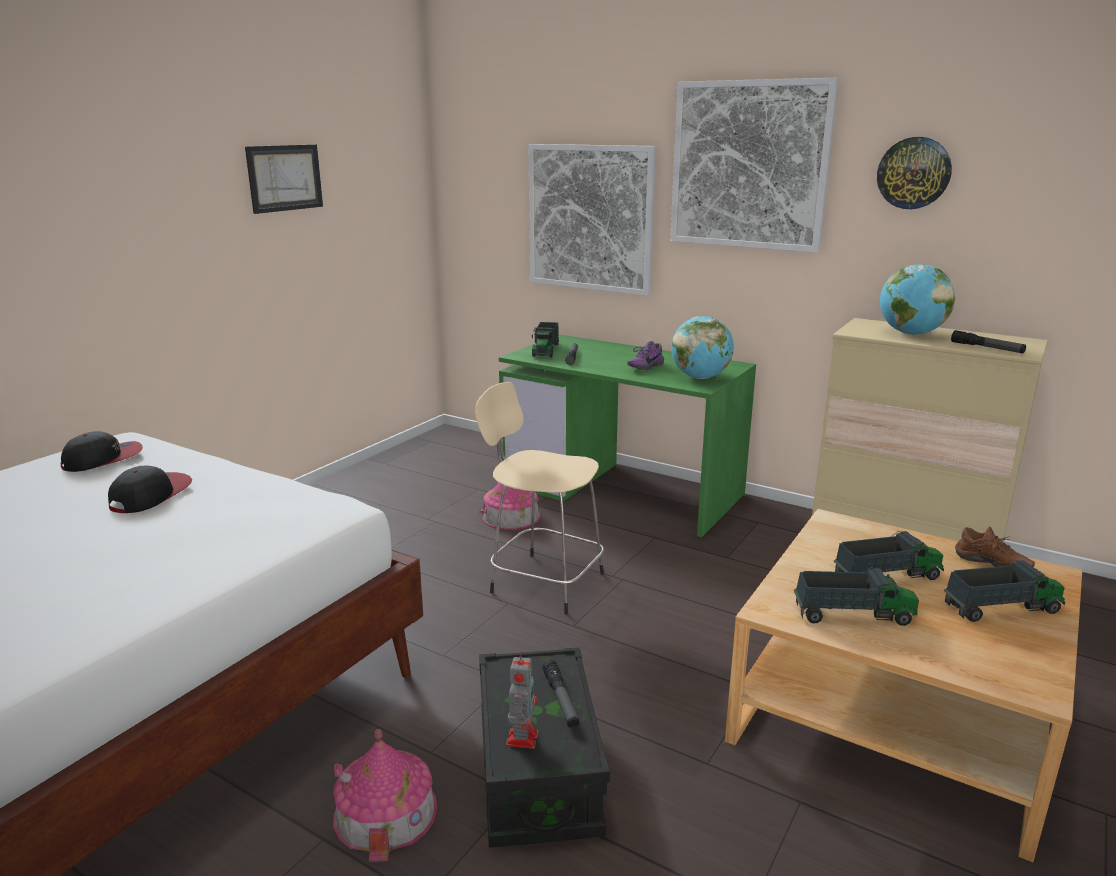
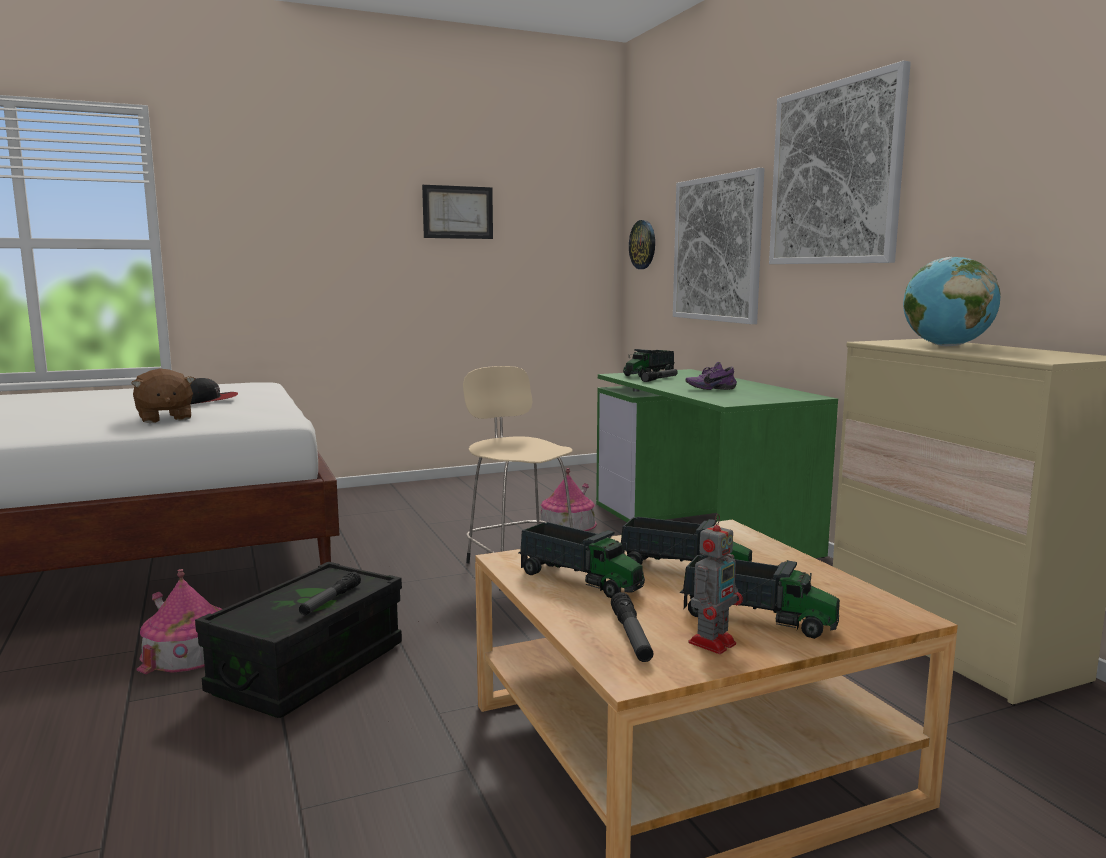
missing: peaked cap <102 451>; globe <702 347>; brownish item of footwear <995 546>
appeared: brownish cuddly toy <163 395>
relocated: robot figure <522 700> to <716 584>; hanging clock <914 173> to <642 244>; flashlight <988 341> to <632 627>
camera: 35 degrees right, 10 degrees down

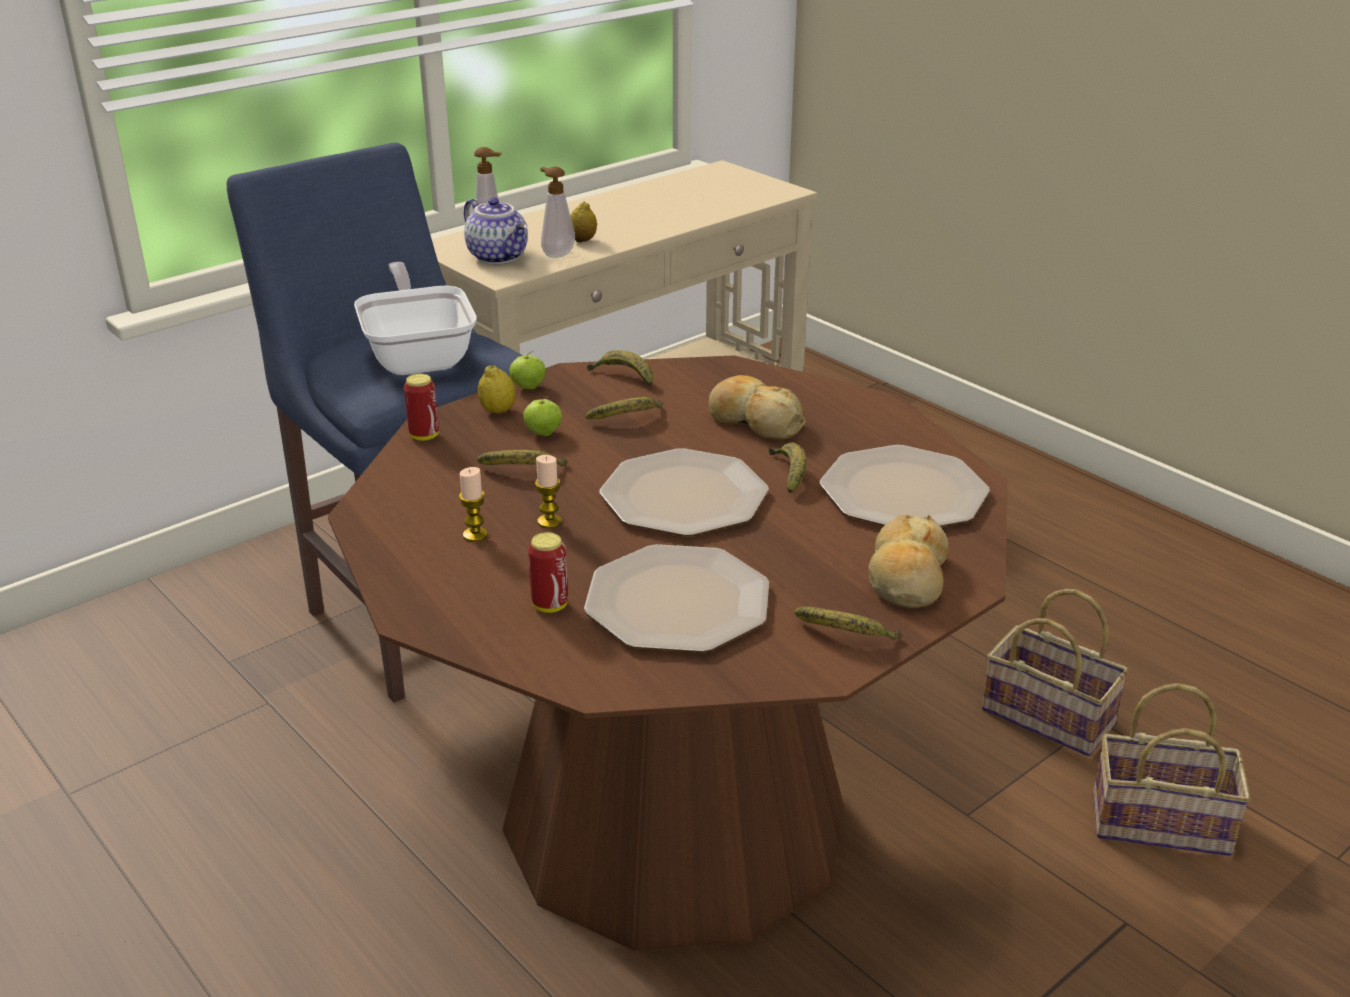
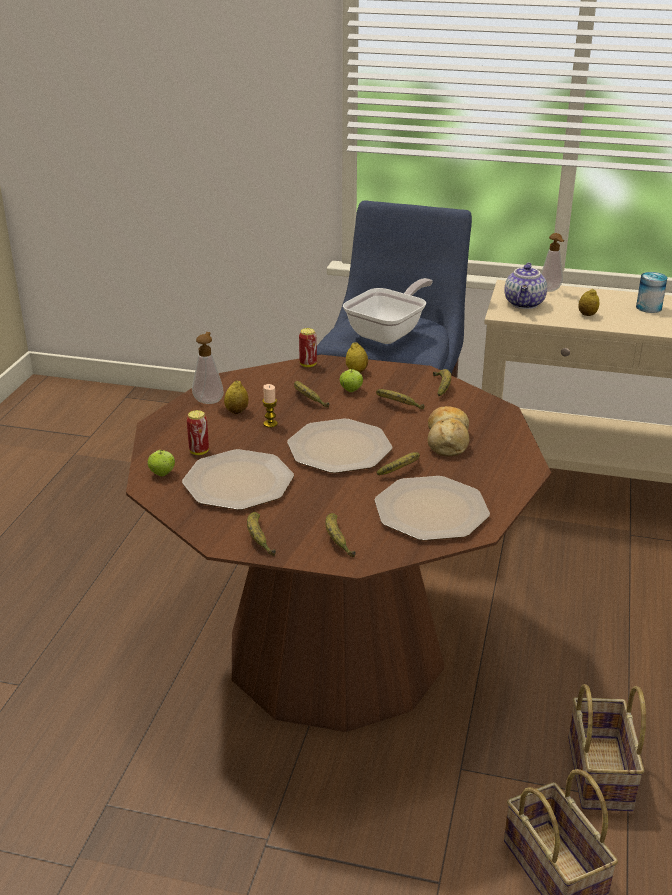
appeared: can <651 292>
relocated: whole apple <527 370> to <161 463>; soap dispenser <557 212> to <208 368>
exchanged: wax light <473 504> to lemon <236 397>; baked bread <908 561> to banana fruit <340 535>
camera: 55 degrees right, 0 degrees up

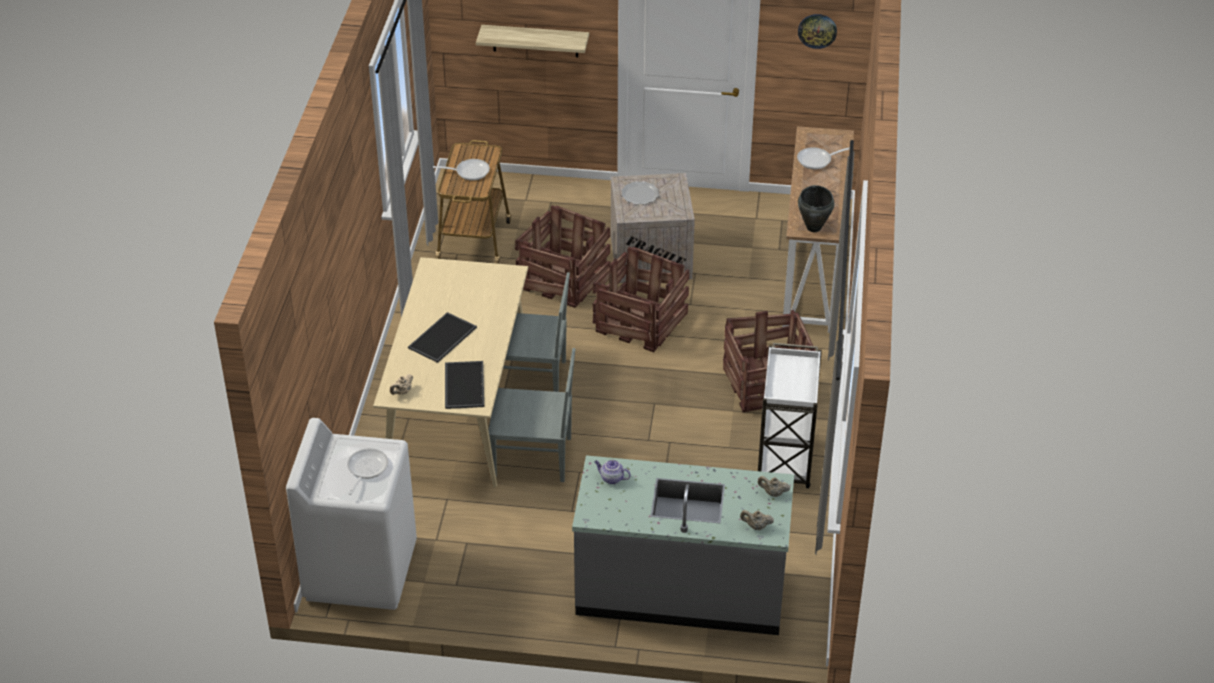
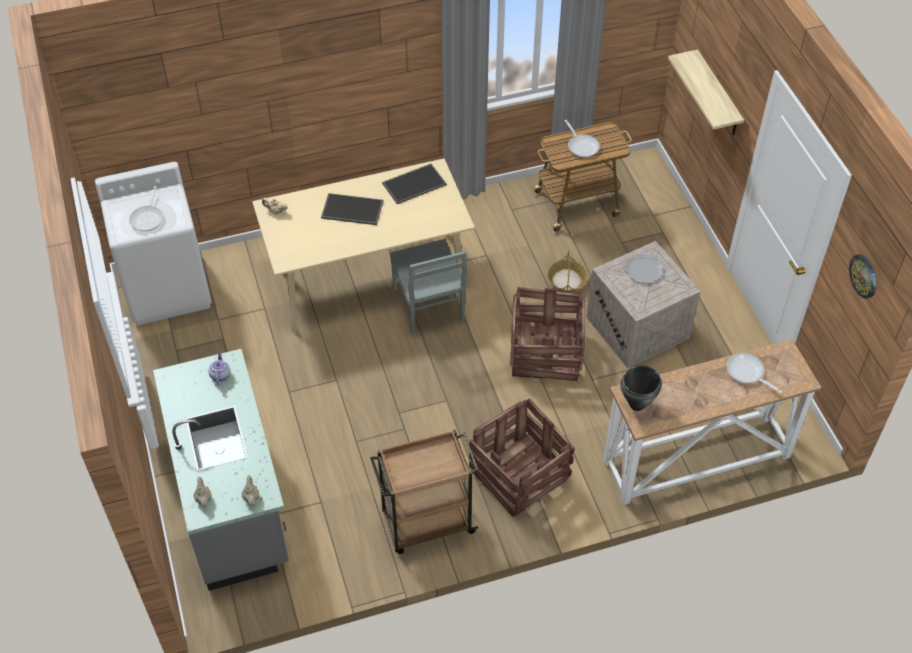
missing: gray upright chair <531 415>
relocated: carrying tray <464 385> to <414 184>
exchanged: packing crate <562 256> to basket <567 271>
colour: whitish wheeled cart <790 415> to brownish wheeled cart <424 492>
spun: pan <367 471> = <146 208> 105 degrees clockwise
camera: 65 degrees right, 10 degrees up

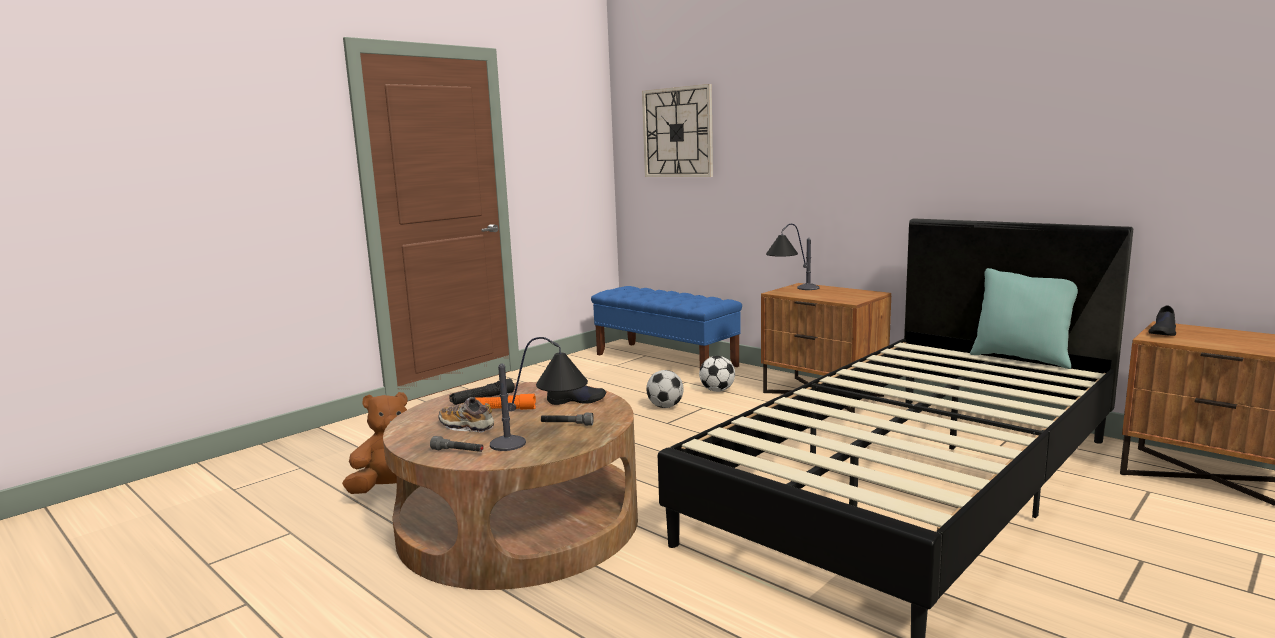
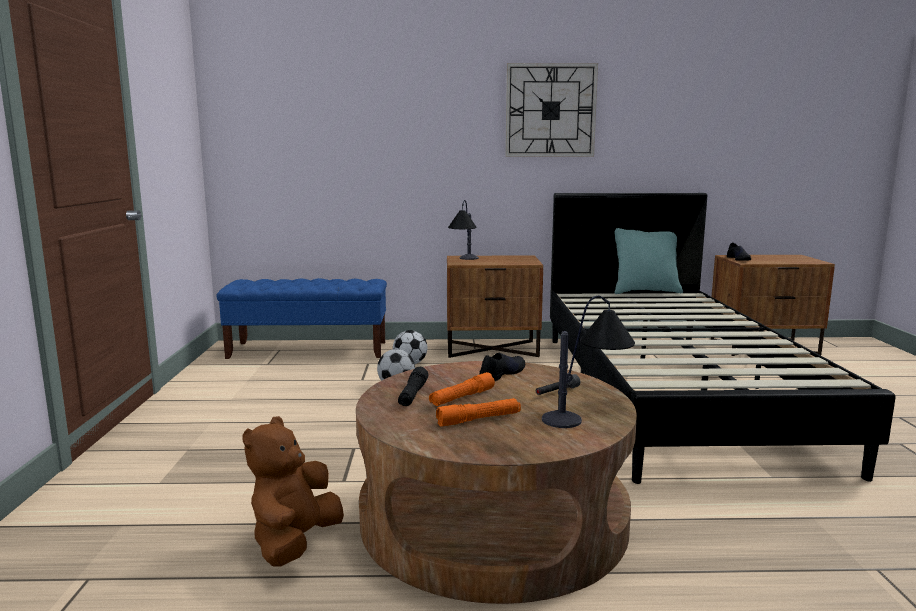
missing: gray flashlight <457 444>
relocated: hanging clock <677 130> to <551 110>
exchanged: item of footwear <466 415> to orange flashlight <478 412>
camera: 45 degrees left, 0 degrees up

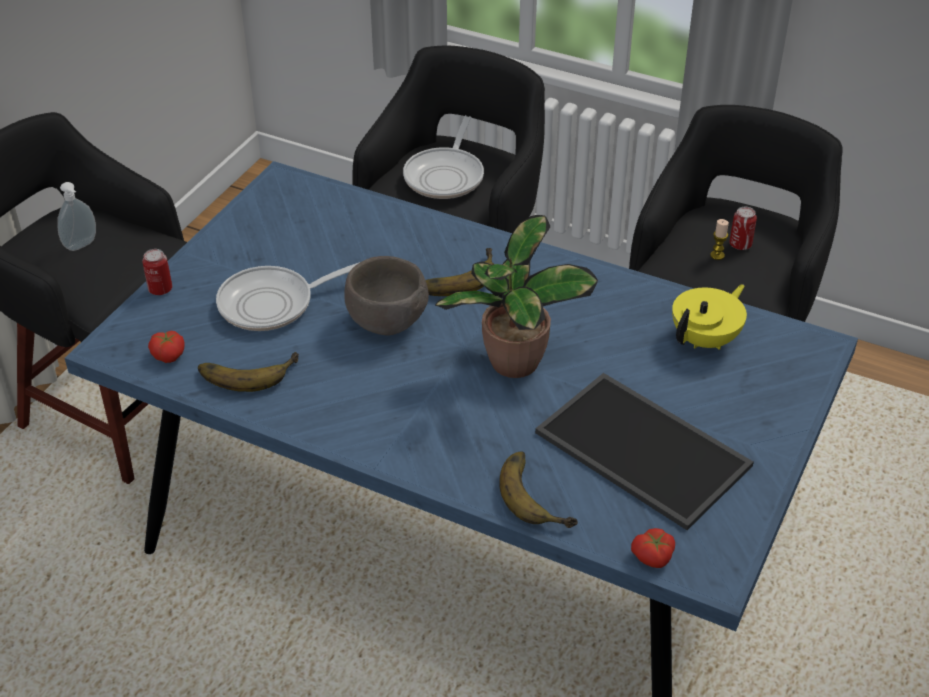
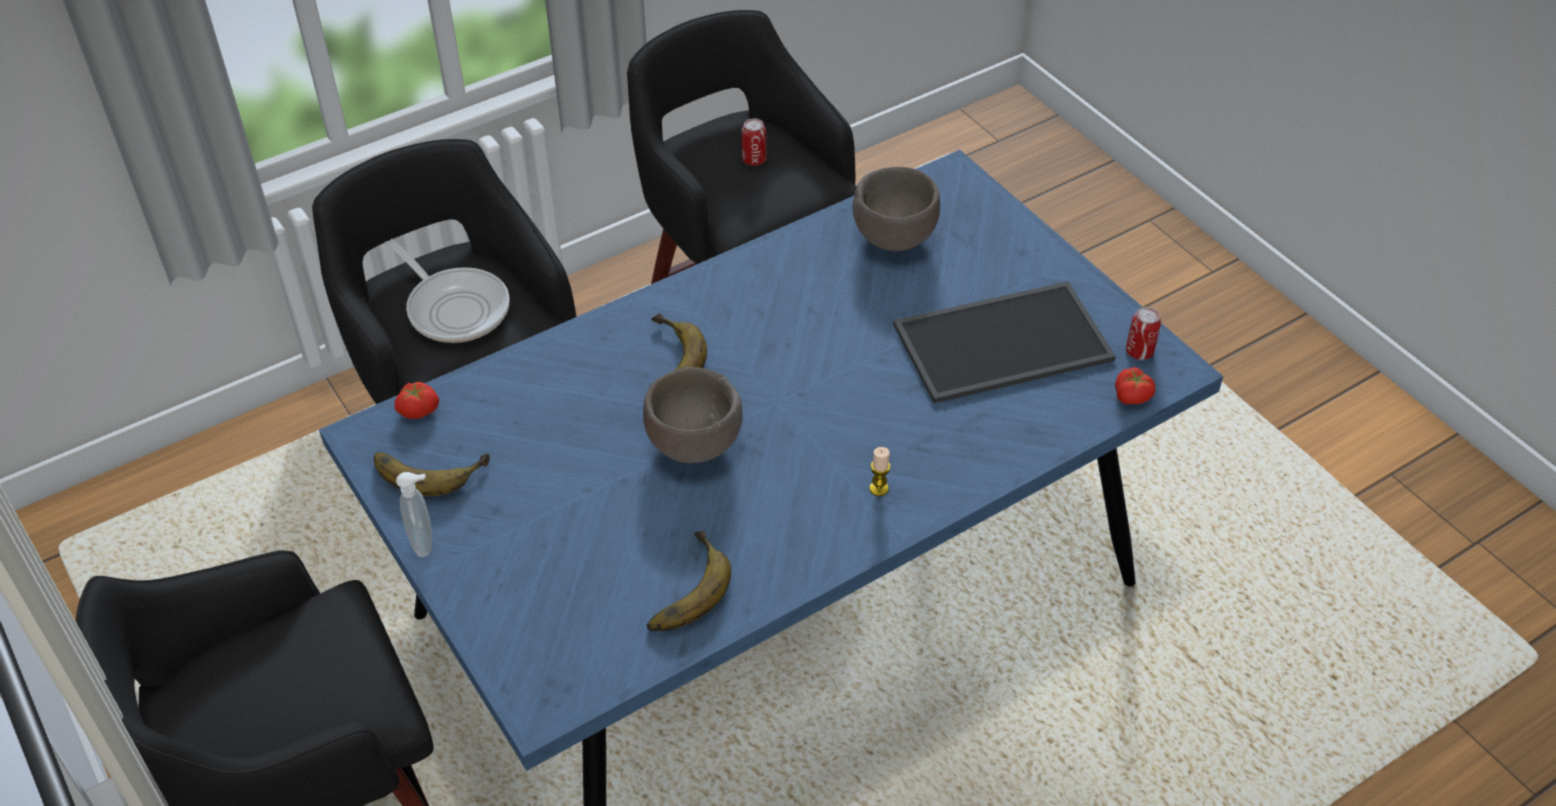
missing: pan <288 296>; plant in a pot <516 296>
relocated: soap dispenser <76 216> to <414 514>; can <157 272> to <1143 333>; tomato <166 347> to <416 400>; banana fruit <538 490> to <432 474>; wax light <719 239> to <880 471>
exchanged: yellow-coloured tea pot <709 317> to brownish serving bowl <896 209>
camera: 60 degrees left, 5 degrees up

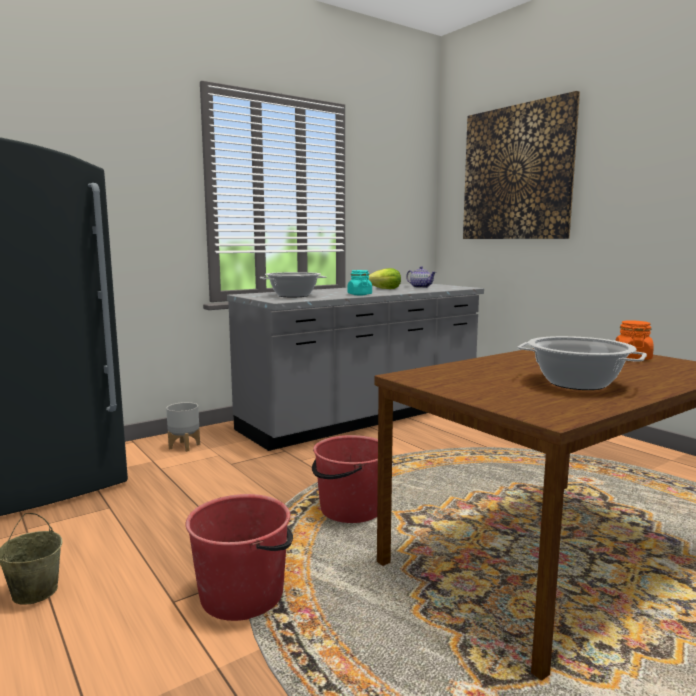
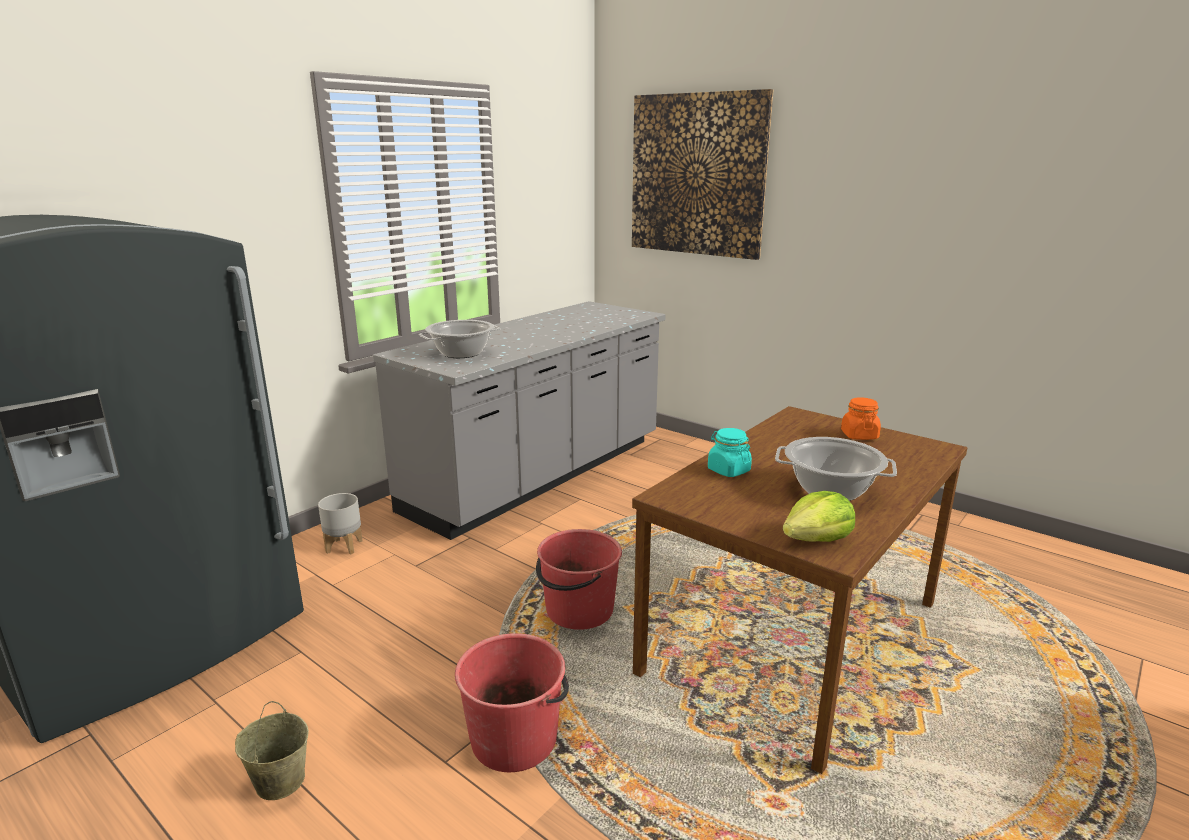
missing: tea pot <421 277>
relocated: blue-green storage jar <360 282> to <730 452>; lettuce <384 278> to <819 516>
camera: 15 degrees left, 10 degrees up

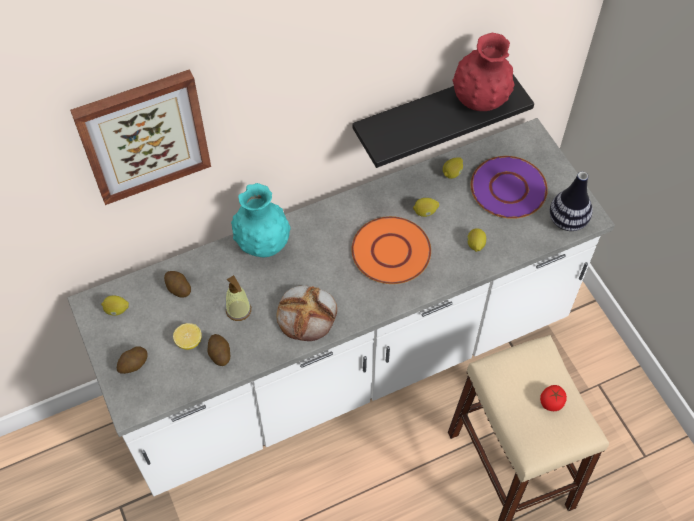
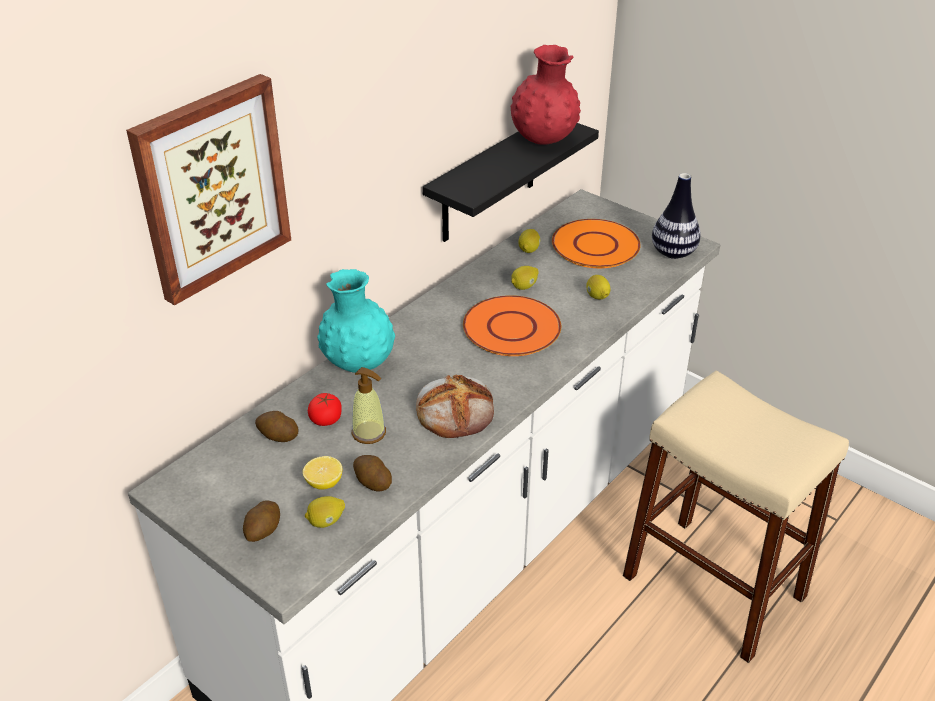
relocated: lemon <115 305> to <325 512>; tomato <553 398> to <325 409>
colour: purple dinner plate <509 187> to orange dinner plate <596 243>
camera: 25 degrees left, 20 degrees down

